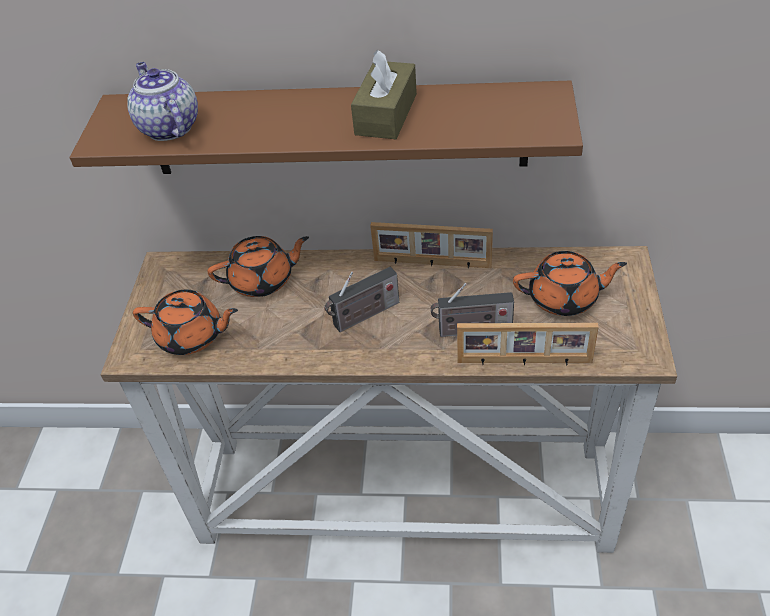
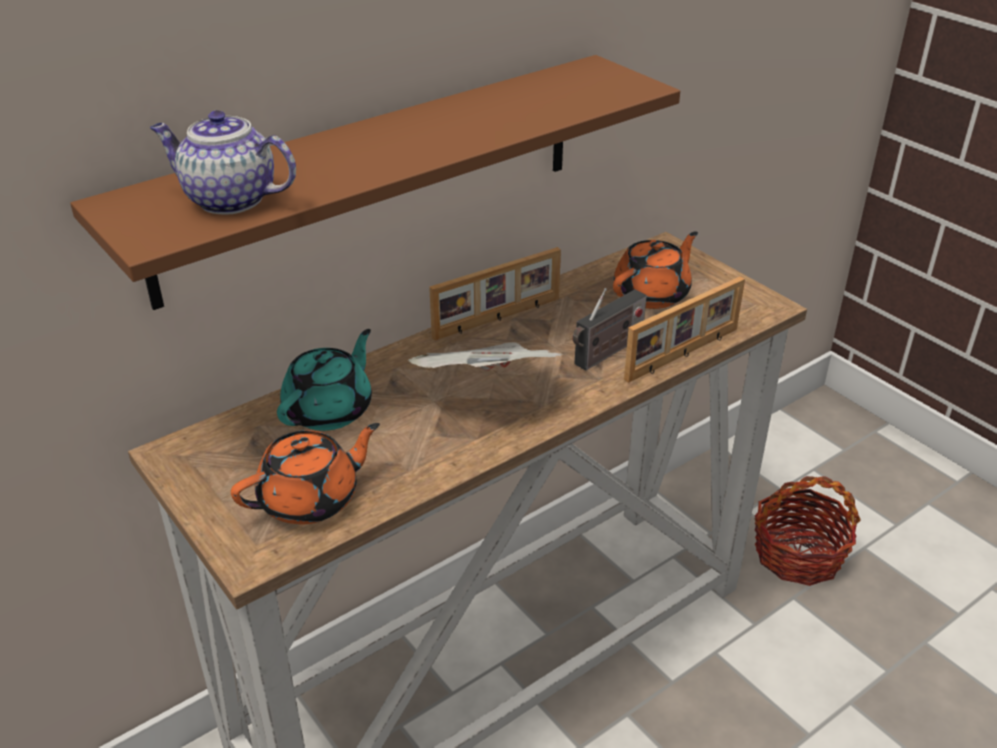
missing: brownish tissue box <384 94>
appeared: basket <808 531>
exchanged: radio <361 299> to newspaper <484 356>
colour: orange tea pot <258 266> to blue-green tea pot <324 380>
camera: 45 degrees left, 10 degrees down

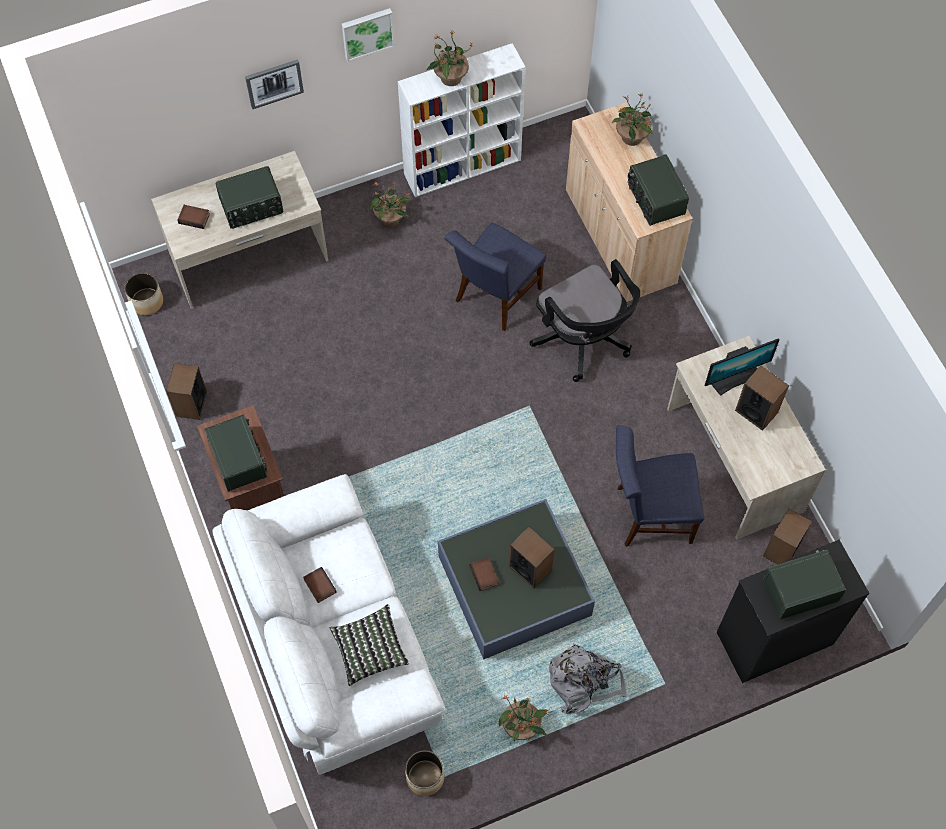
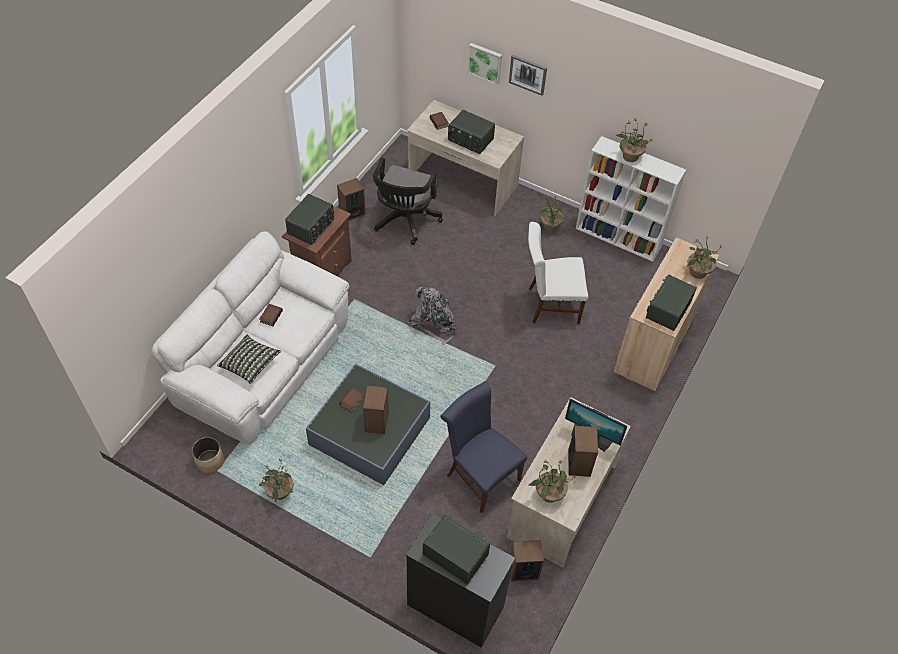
missing: planter <143 294>
appeared: plant in a pot <552 481>
relocated: picture <368 35> to <485 64>; black-coloured office chair <585 320> to <407 201>; gray backpack <588 679> to <432 316>
colour: blue-coloured upright chair <495 277> to whitish upright chair <558 273>
camera: 50 degrees right, 10 degrees down

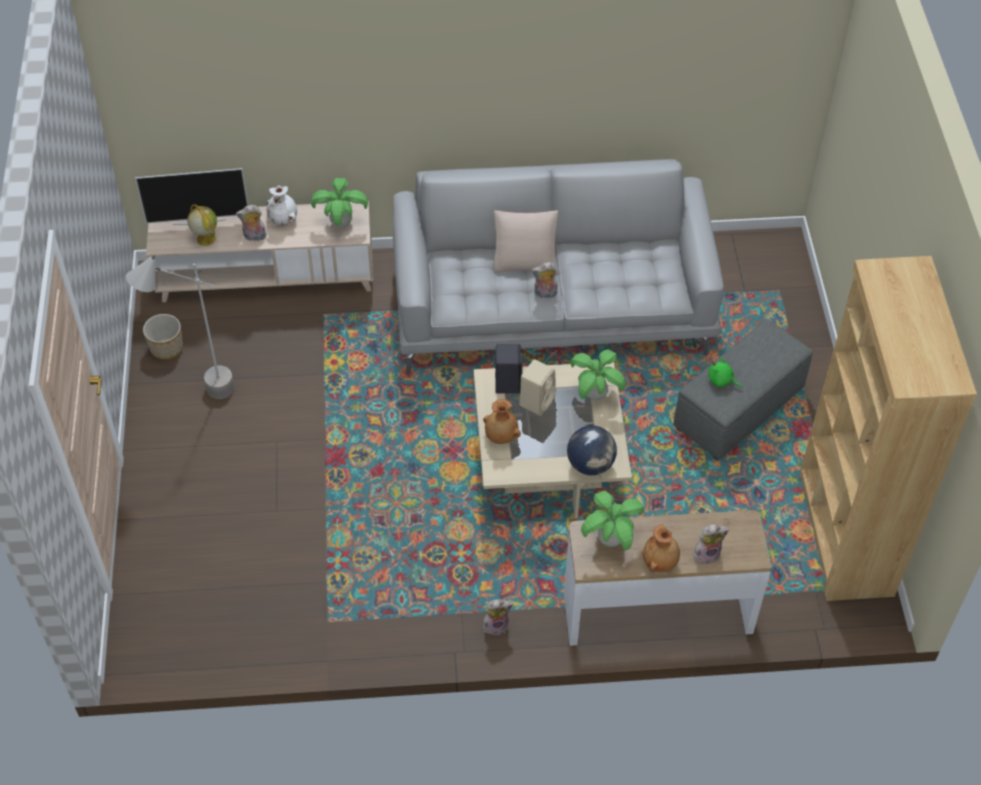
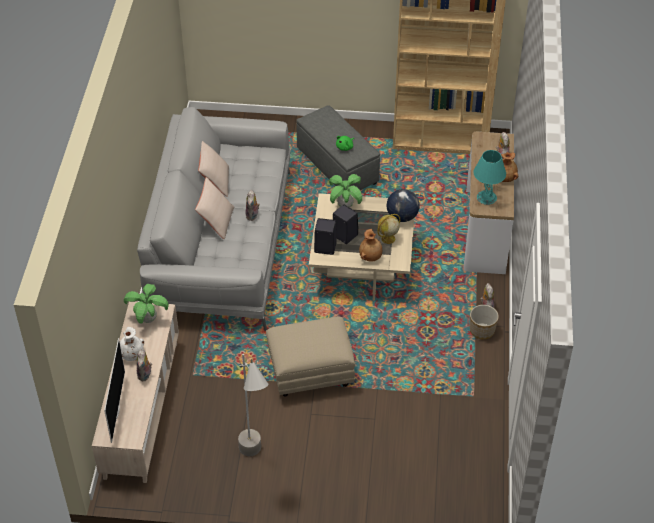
appeared: beige-coloured cushion <213 169>; beige-coloured ottoman <310 357>
relocated: planter <163 337> to <484 322>; globe <202 225> to <388 229>
exchanged: plant in a pot <612 520> to blue-green tabletop lamp <489 177>
colour: beige-coloured speaker <537 387> to black-coloured speaker <346 224>
camera: 80 degrees left, 5 degrees down

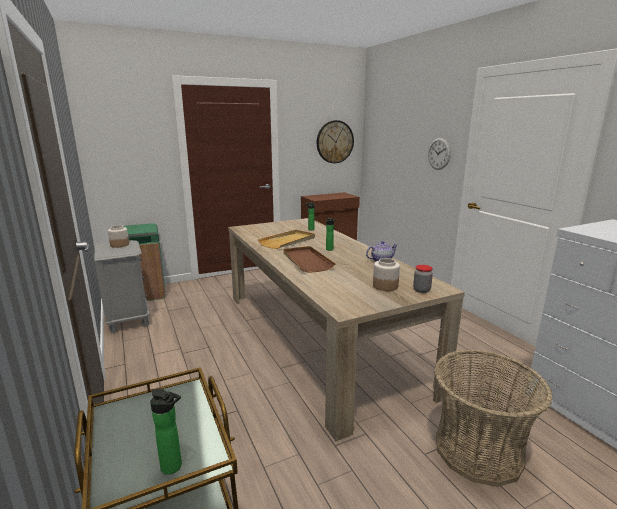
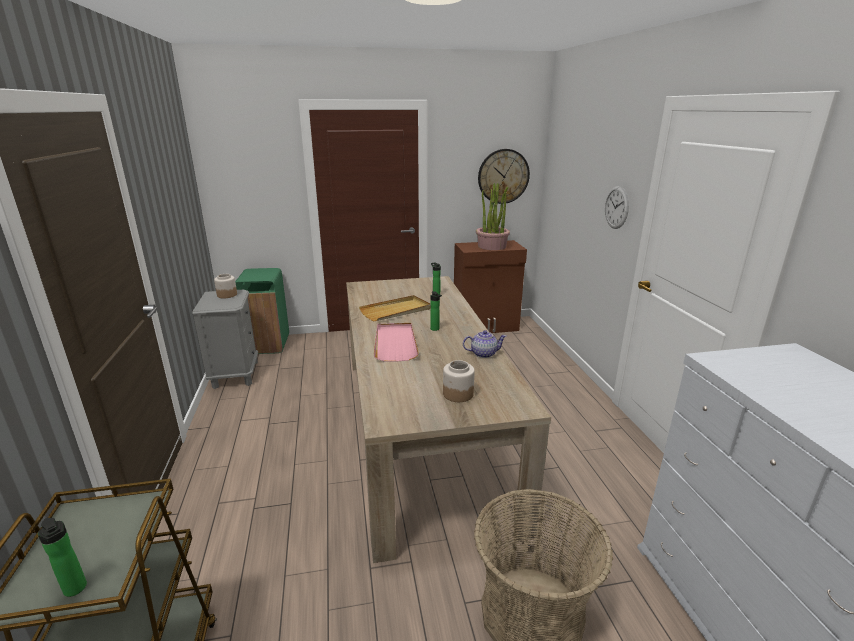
missing: storage jar <423 279>
appeared: plant in a pot <493 216>
colour: brownish carrying tray <309 259> to pink-coloured carrying tray <396 342>
camera: 15 degrees right, 5 degrees up

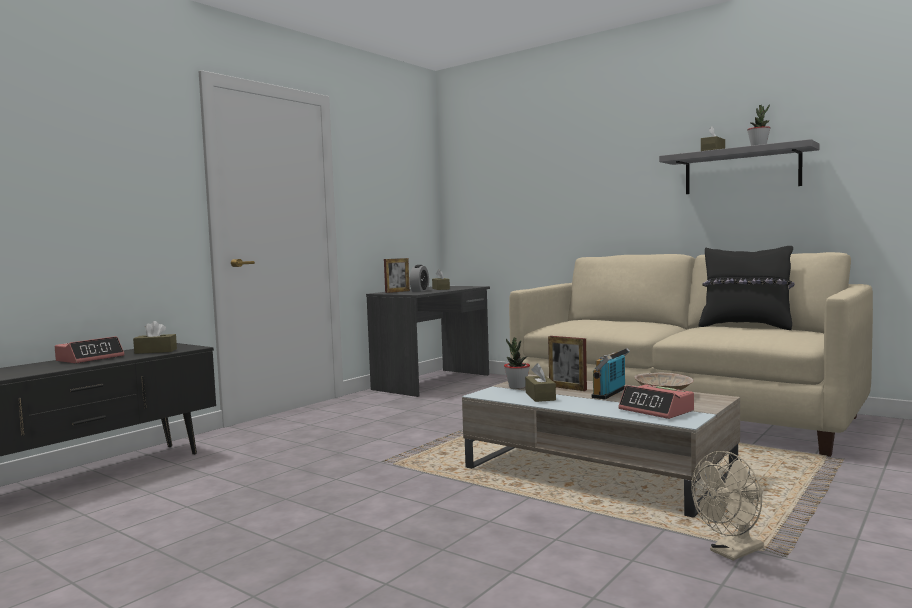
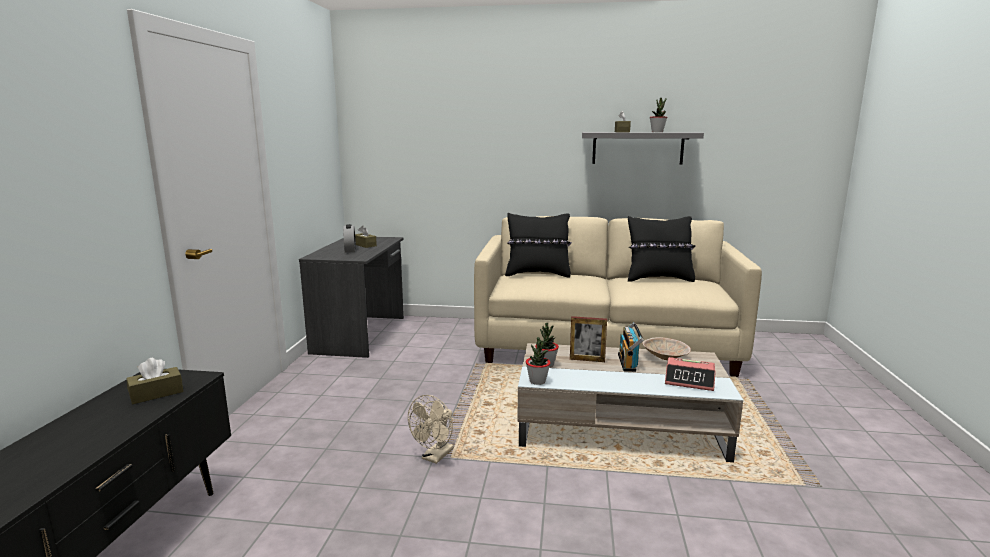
missing: bedside clock <89 349>; standing frame <397 275>; brownish tissue box <540 382>
appeared: black-coloured cushion <538 245>; plant in a pot <538 361>
relocated: beige-coloured cooling fan <727 506> to <431 429>
camera: 30 degrees left, 10 degrees up

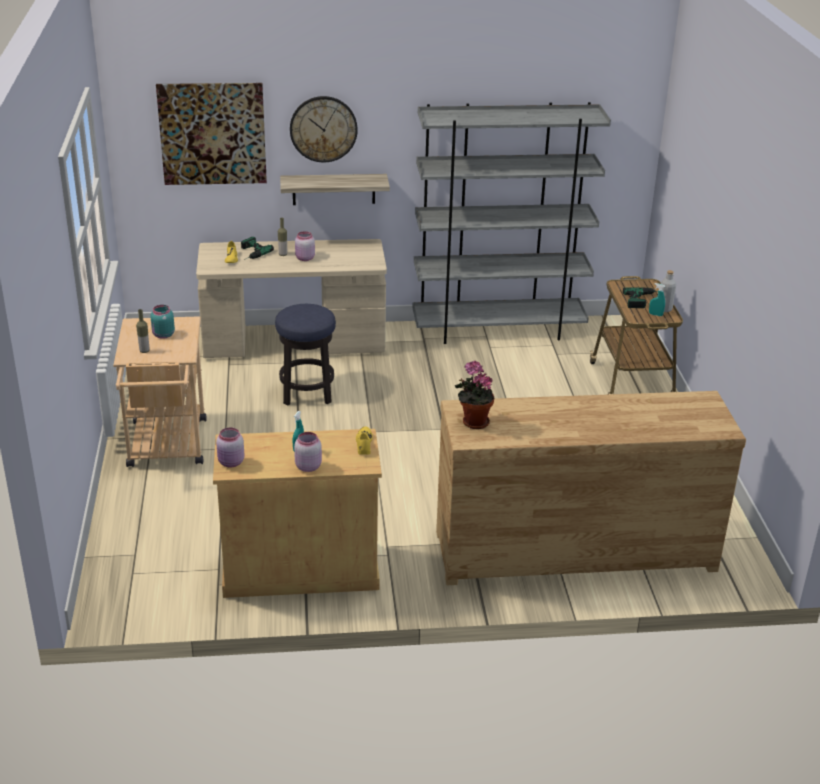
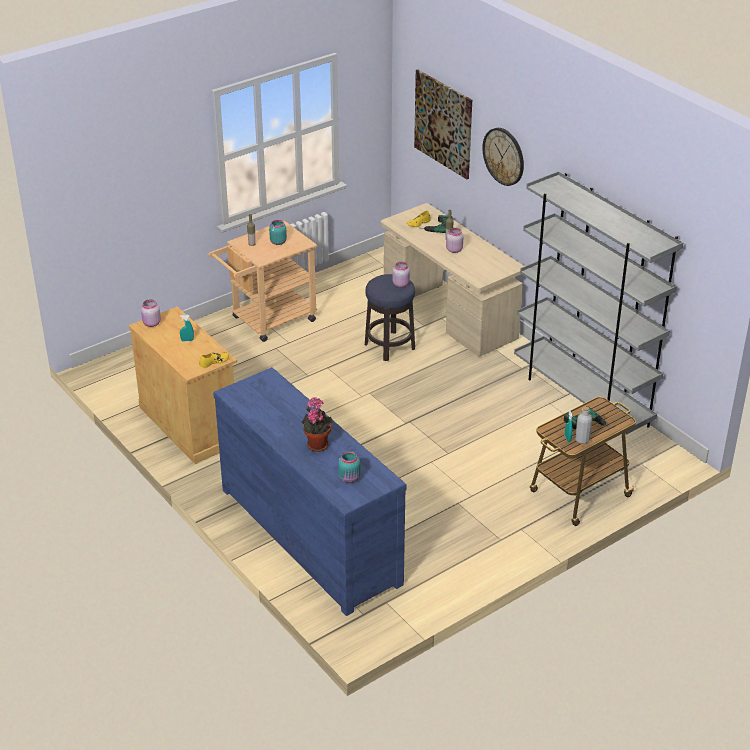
missing: shelf <335 189>
appeared: blue-green storage jar <349 467>
relocated: pink-coloured storage jar <308 452> to <401 274>; plant in a pot <474 395> to <317 424>
colour: brownish chest of drawers <591 488> to blue-coloured chest of drawers <310 491>
camera: 60 degrees right, 5 degrees up

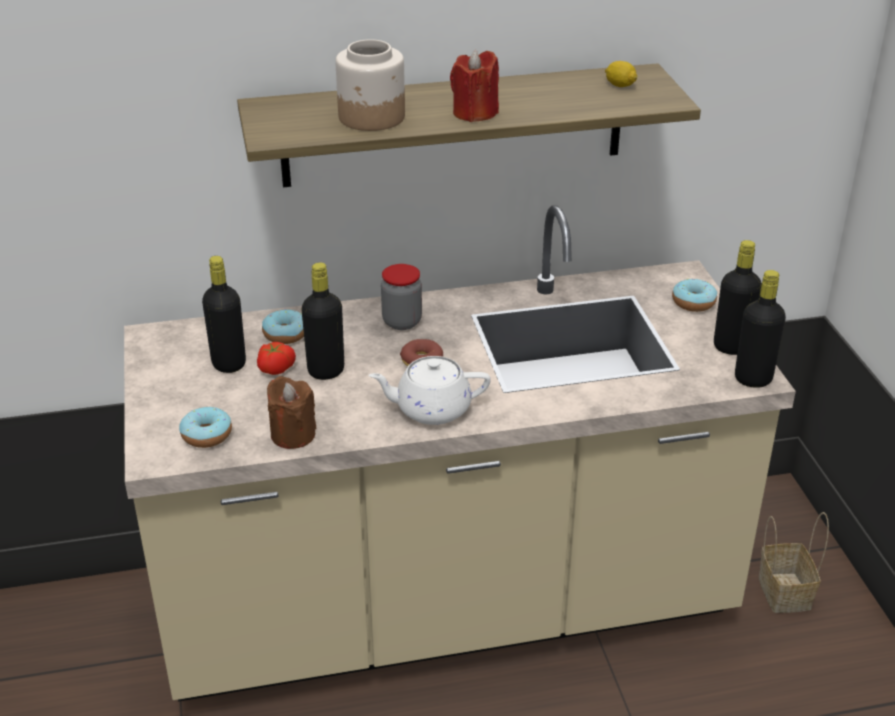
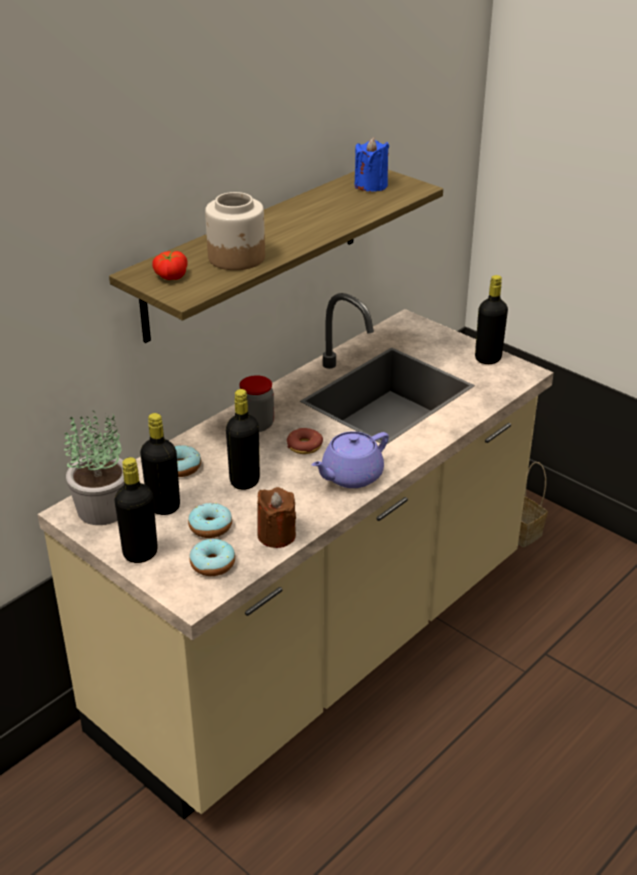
missing: reddish wax light <474 86>
appeared: plant in a pot <94 467>
relocated: tomato <276 358> to <170 265>; donut <694 295> to <210 520>; black-coloured bottle <760 329> to <136 510>
exchanged: lemon <621 74> to blue-coloured wax light <372 164>
colour: whitish tea pot <429 390> to purple tea pot <350 460>
camera: 35 degrees left, 0 degrees up

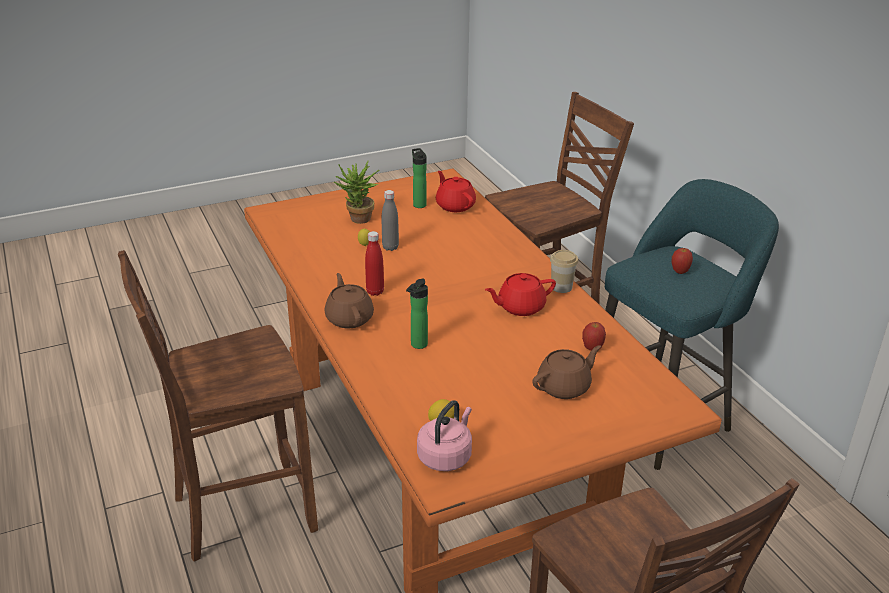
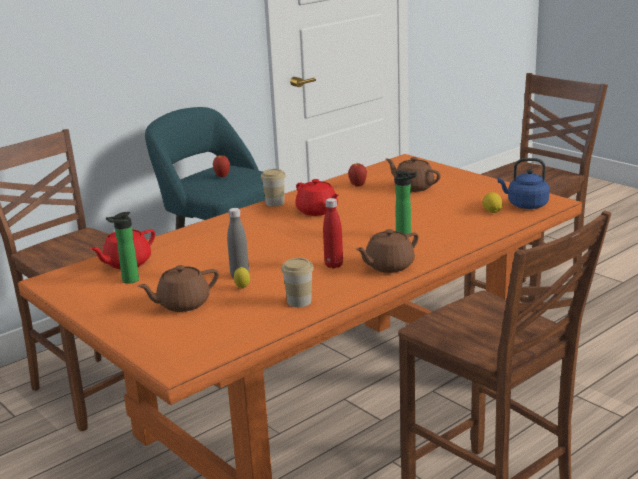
appeared: drinking cup <297 282>
exchanged: plant in a pot <356 192> to brownish tea pot <178 288>
colour: pink-coloured tea kettle <444 435> to blue-coloured tea kettle <524 183>
camera: 105 degrees left, 10 degrees down

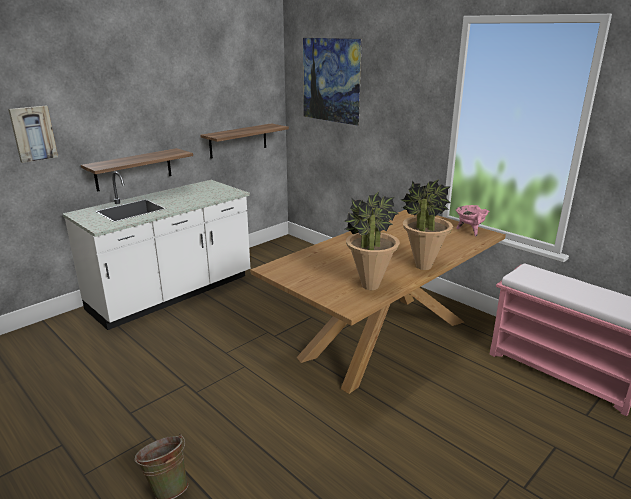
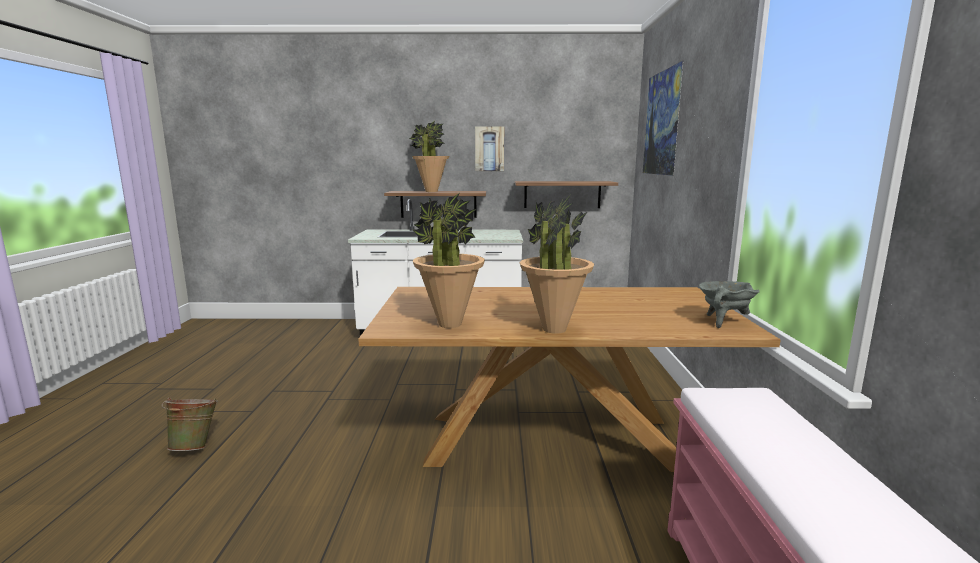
appeared: plant in a pot <429 156>
relocated: picture <33 134> to <489 148>
colour: pink-coloured saucepot <472 220> to gray saucepot <729 304>
camera: 45 degrees right, 10 degrees down

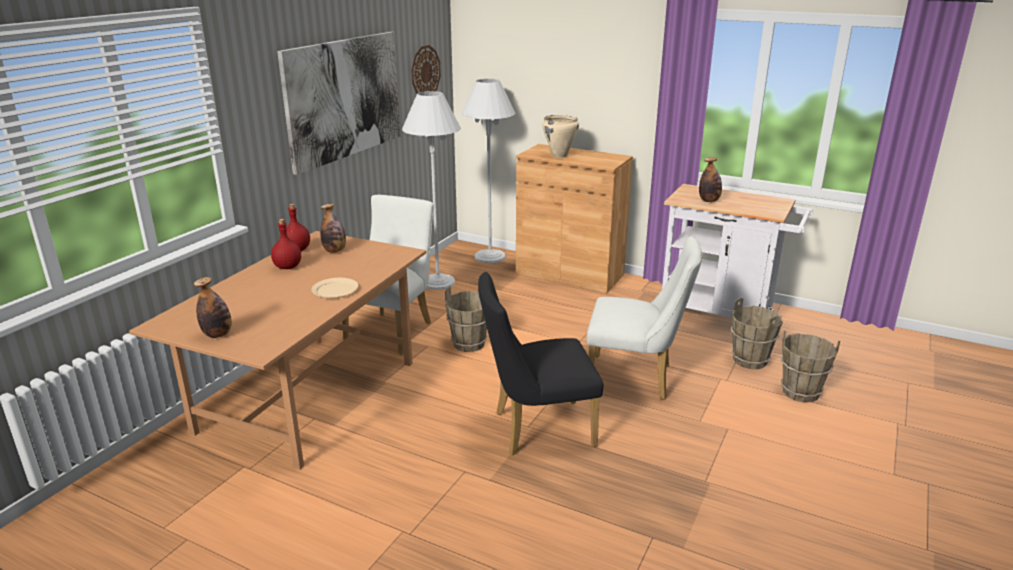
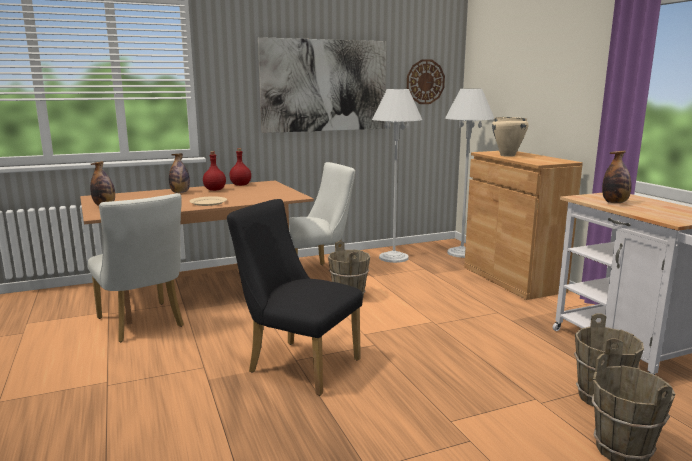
relocated: bottle <333 228> to <179 173>; whitish upright chair <644 318> to <136 267>
camera: 40 degrees right, 10 degrees down

